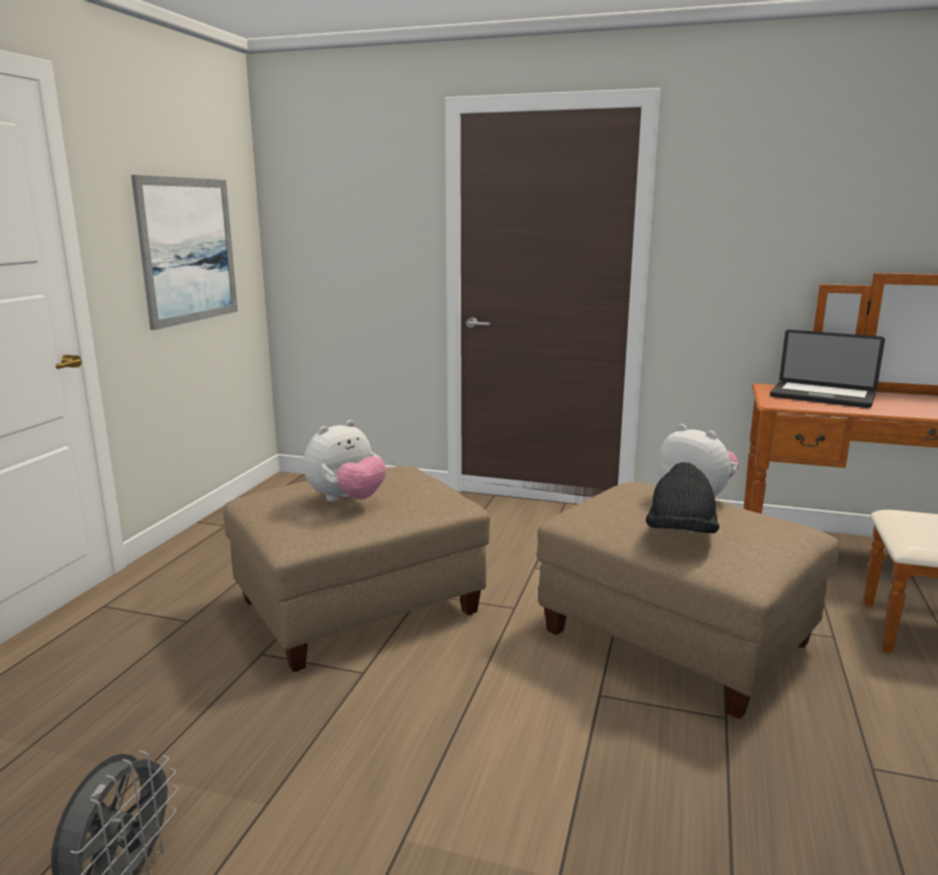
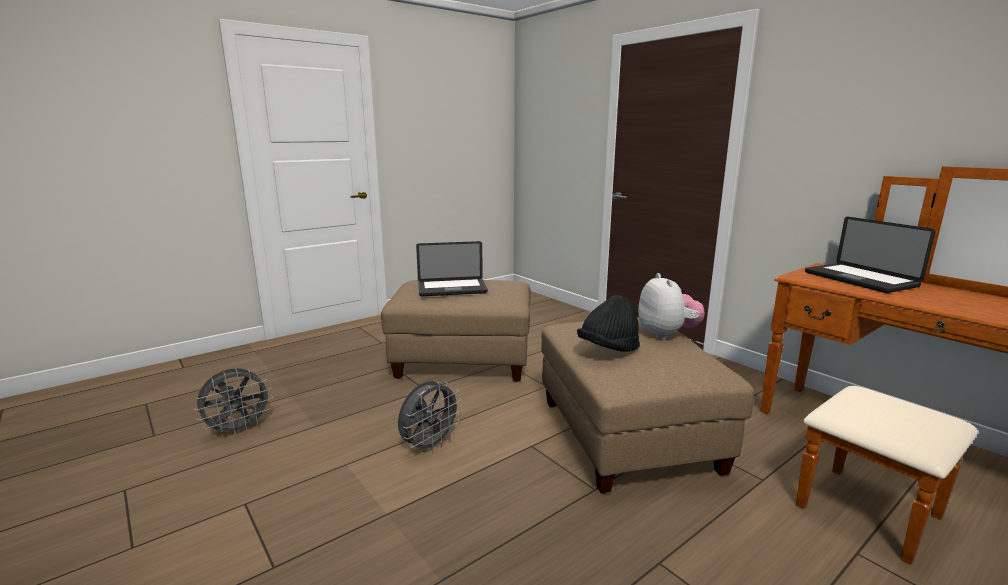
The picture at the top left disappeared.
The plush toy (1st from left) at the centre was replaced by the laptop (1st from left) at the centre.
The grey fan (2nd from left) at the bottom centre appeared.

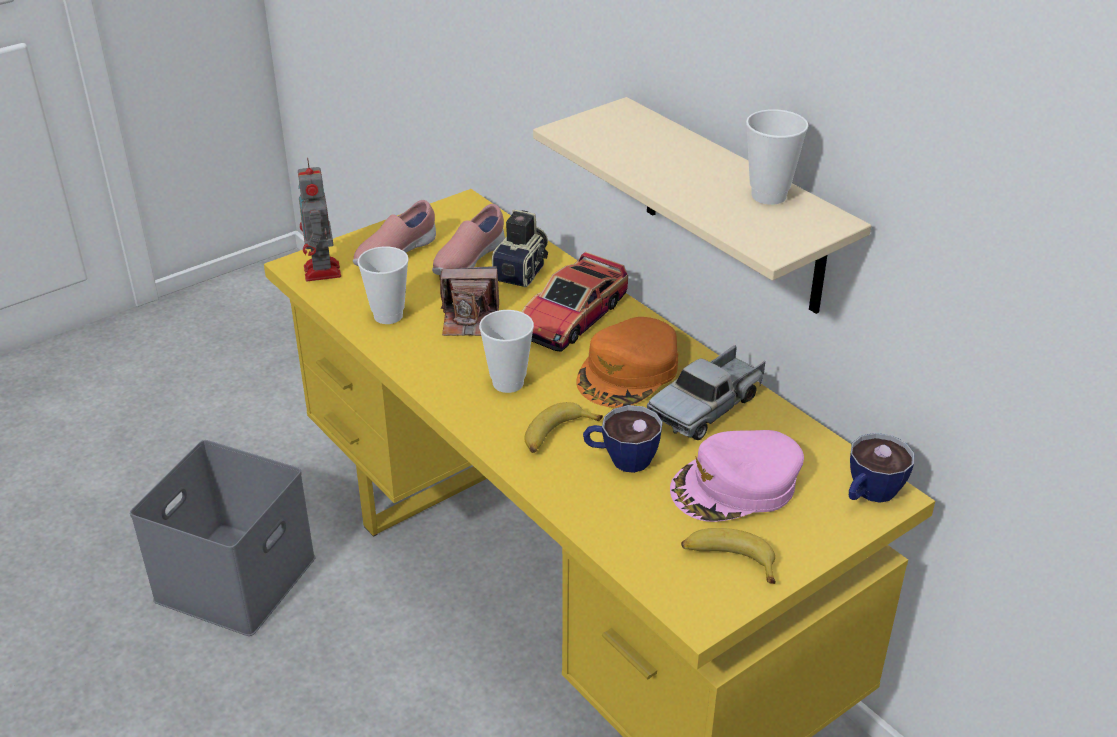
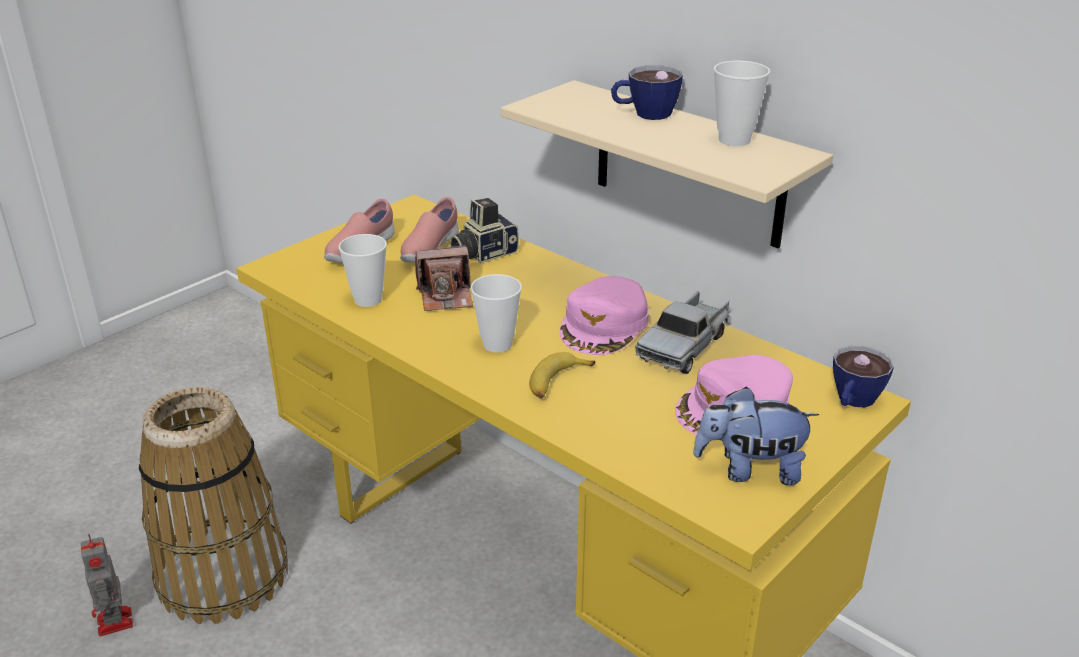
The grey storage box at the bottom left was replaced by the basket at the bottom left.
The toy robot moved from the top left to the bottom left.
The photo camera (2nd from left) at the centre turned 135 degrees counterclockwise.
The toy car at the centre disappeared.
The orange cap at the centre became the pink cap (1st from left) at the centre.
The cup (3rd from left) moved from the centre to the top centre.
The banana (2nd from left) at the bottom centre was replaced by the plush toy at the middle right.

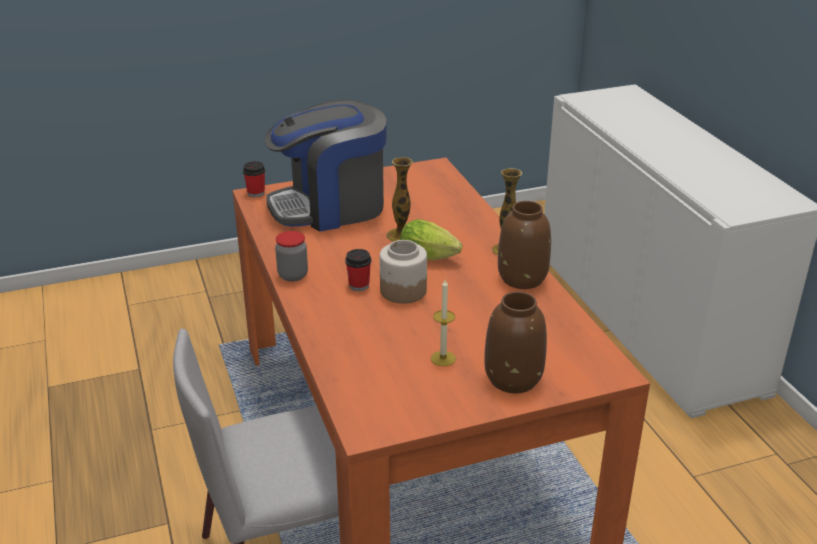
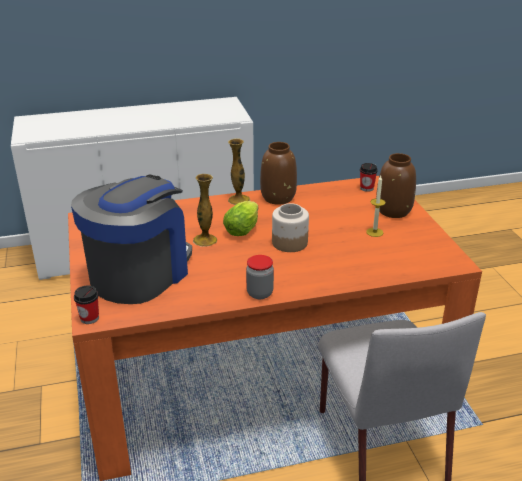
The coffee machine at the top centre turned 135 degrees counterclockwise.
The cup (2nd from left) moved from the centre to the middle right.

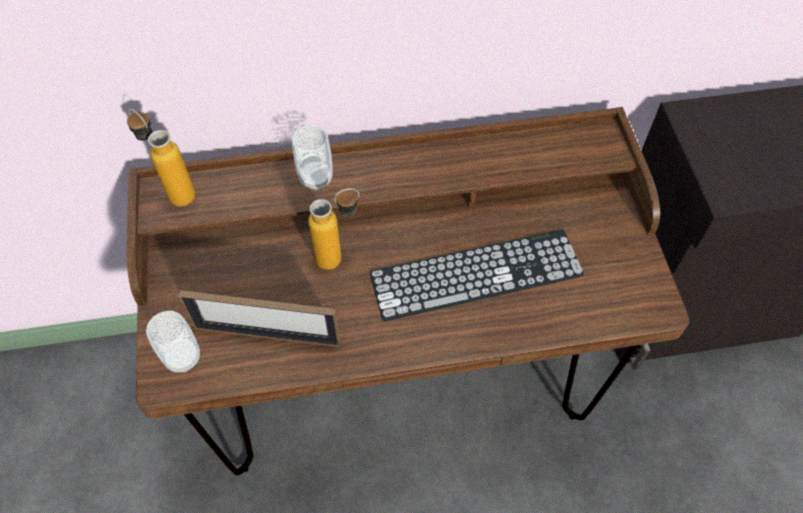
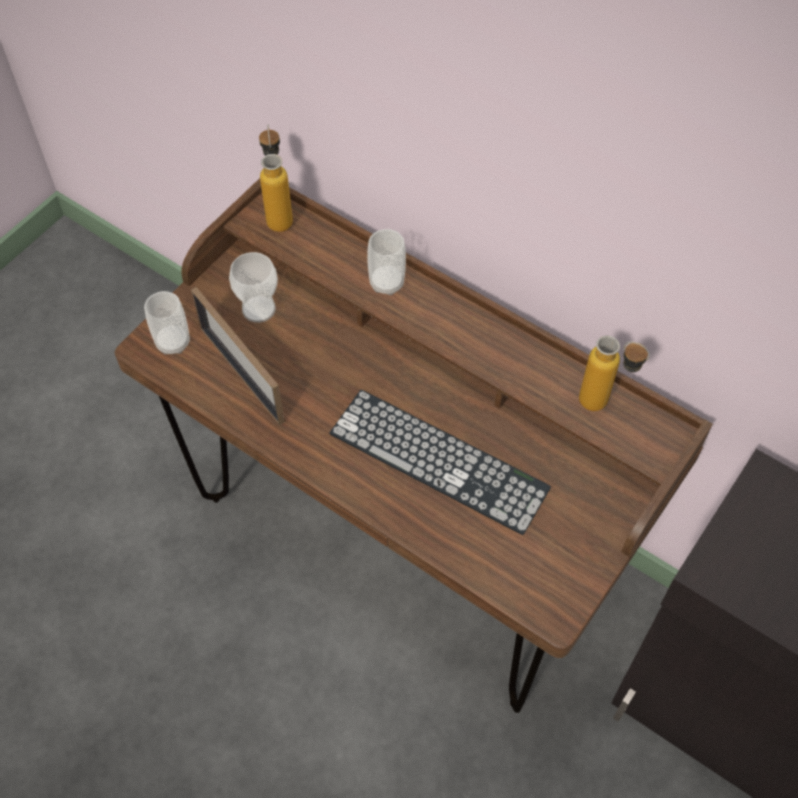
The bottle (2nd from left) moved from the centre to the middle right.
The cup (2nd from left) at the middle left appeared.

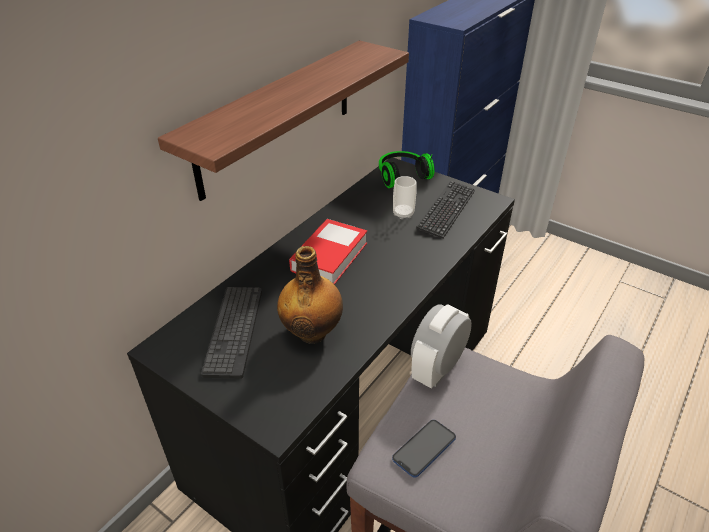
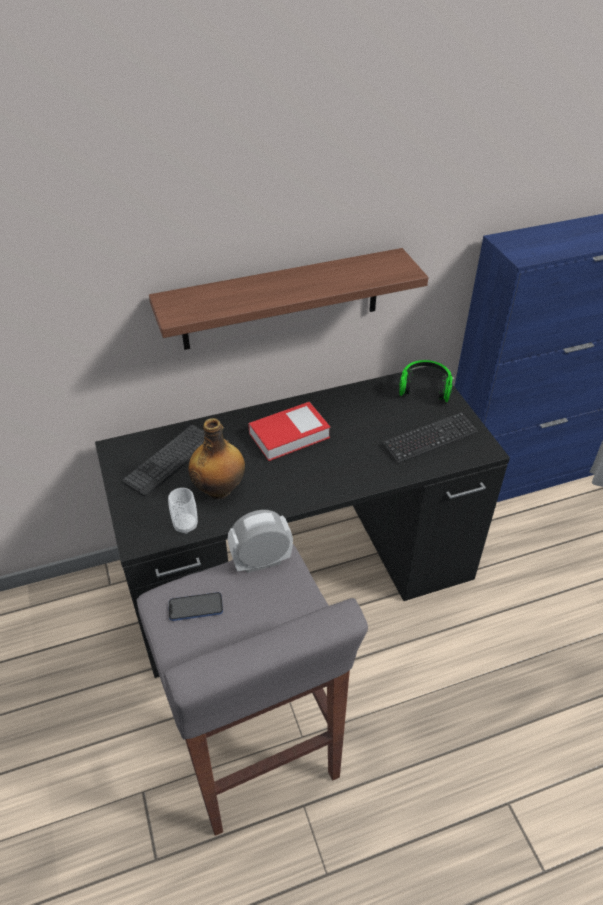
The cup moved from the centre to the middle left.

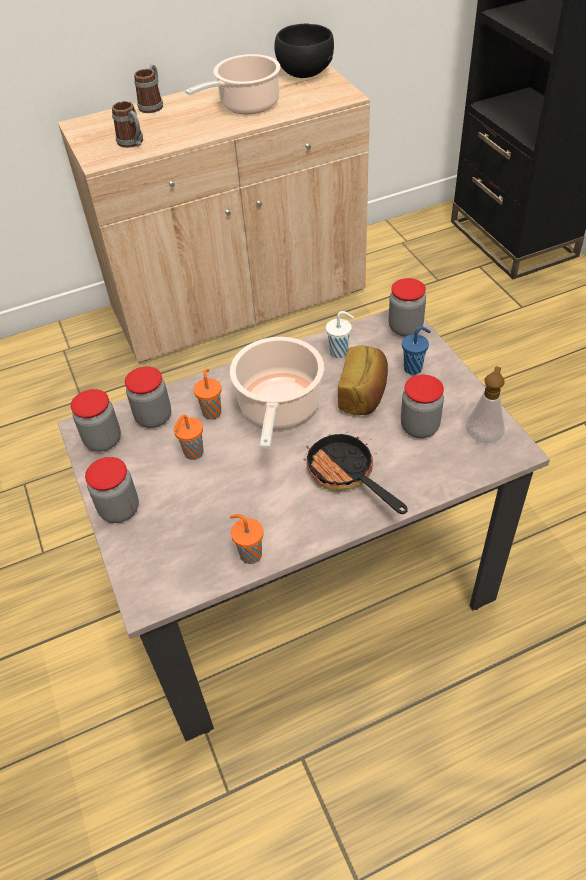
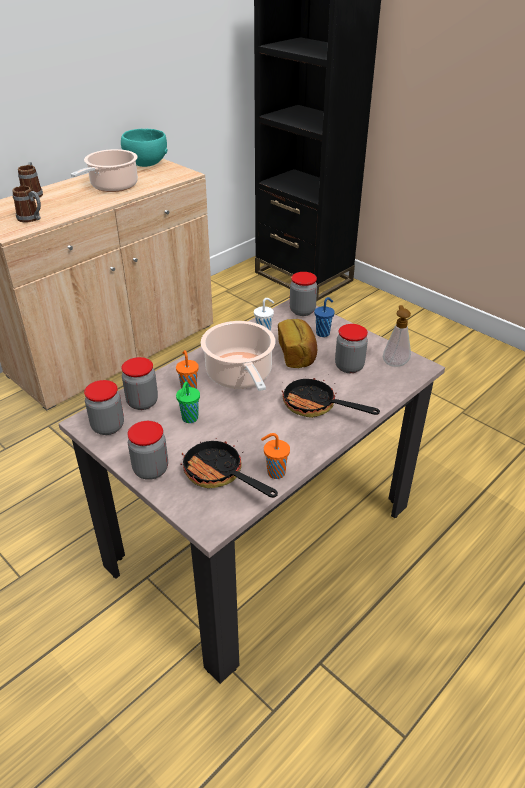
The orange cup (1st from left) at the middle left became the green cup at the centre.
The black bowl at the top centre became the turquoise bowl at the top left.
The frying pan (1st from left) at the centre appeared.

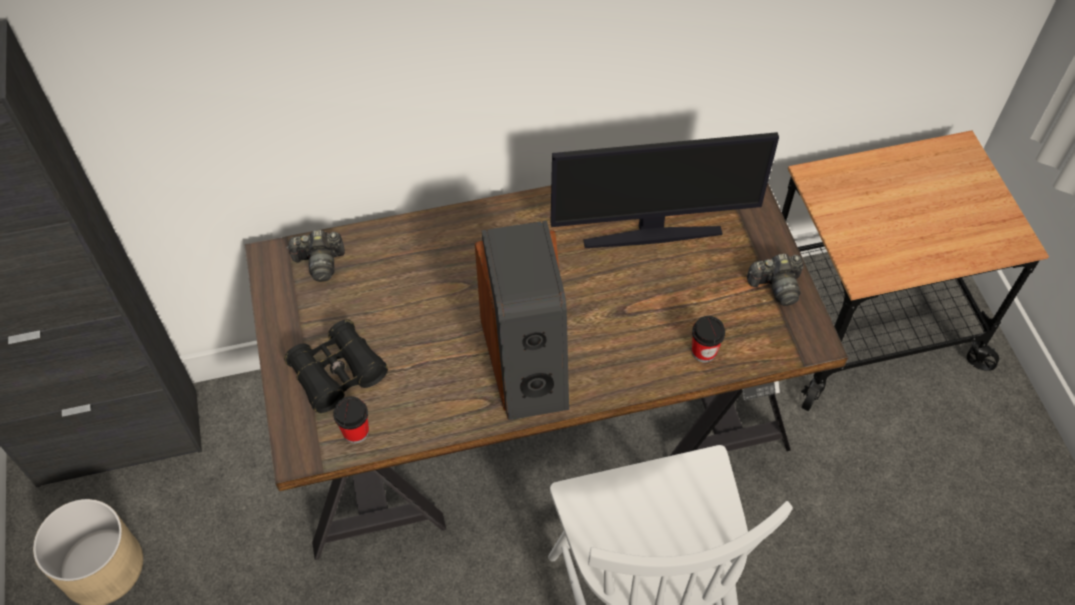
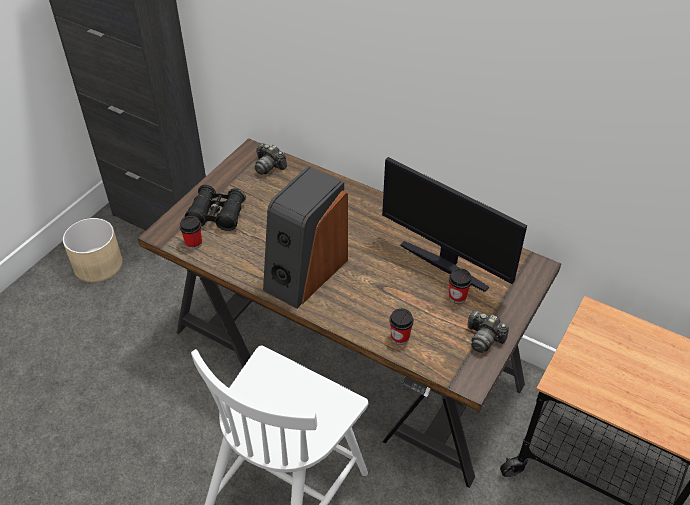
The cup (3rd from left) at the middle right appeared.

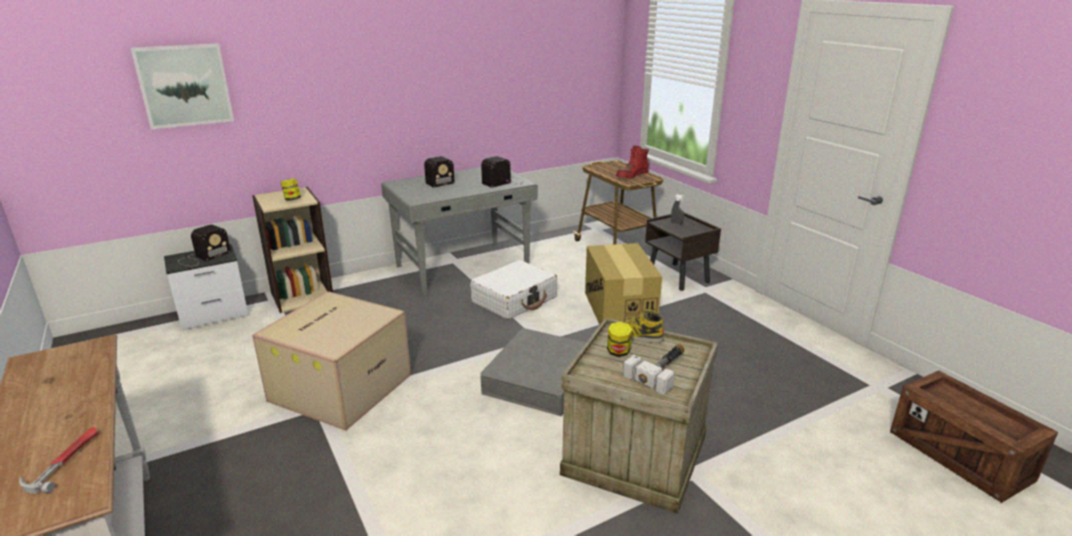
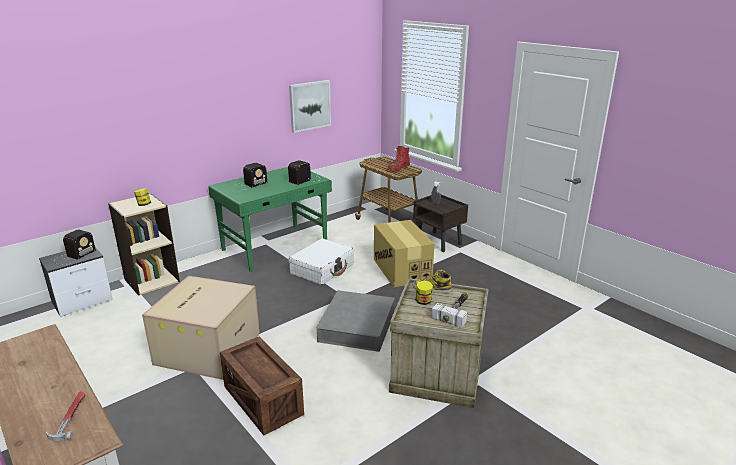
The picture moved from the top left to the top centre.
The grey desk at the centre became the green desk at the centre.
The crate (2nd from left in the first image) moved from the bottom right to the bottom centre.

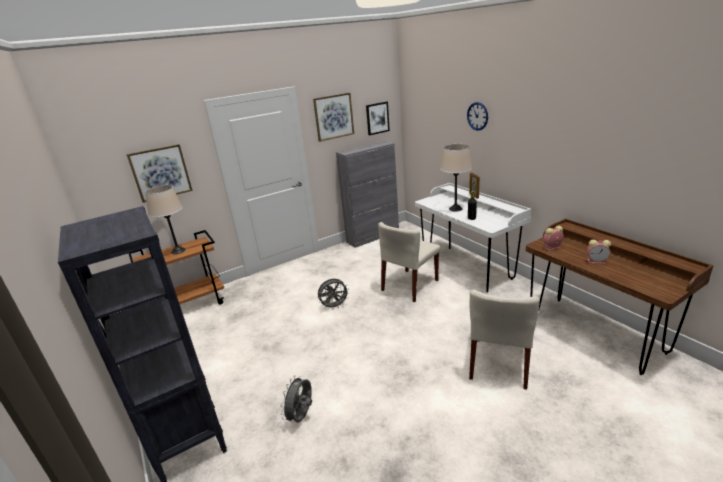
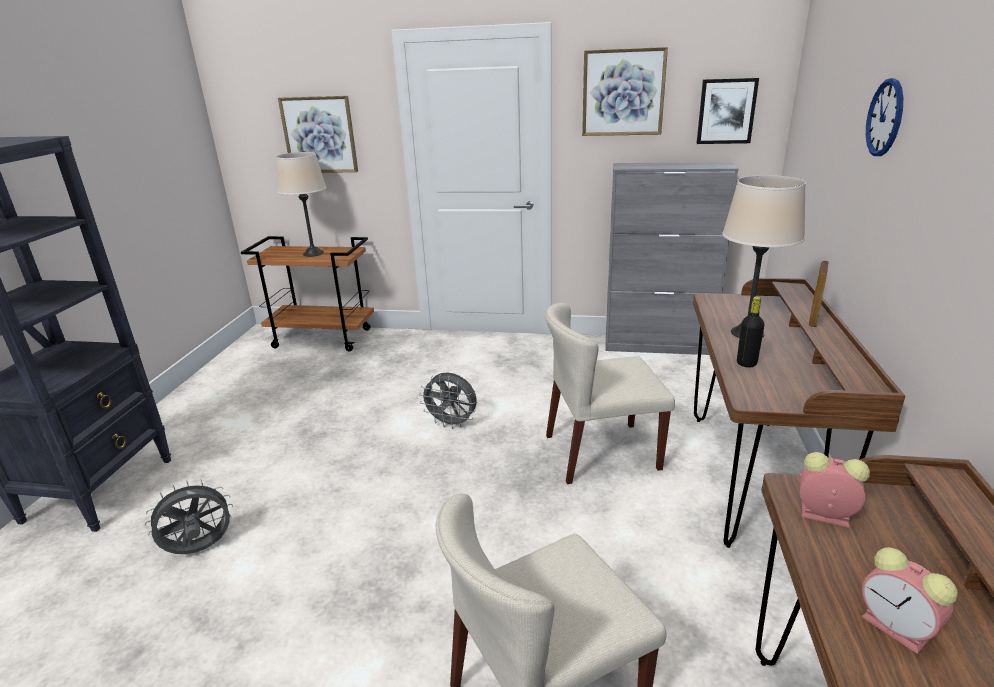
The white desk at the centre became the brown desk (1st from left) at the middle right.

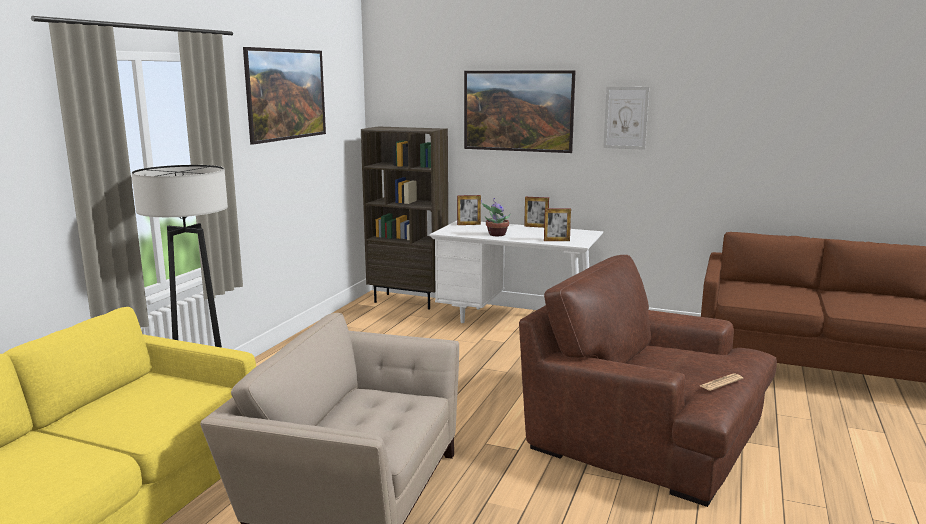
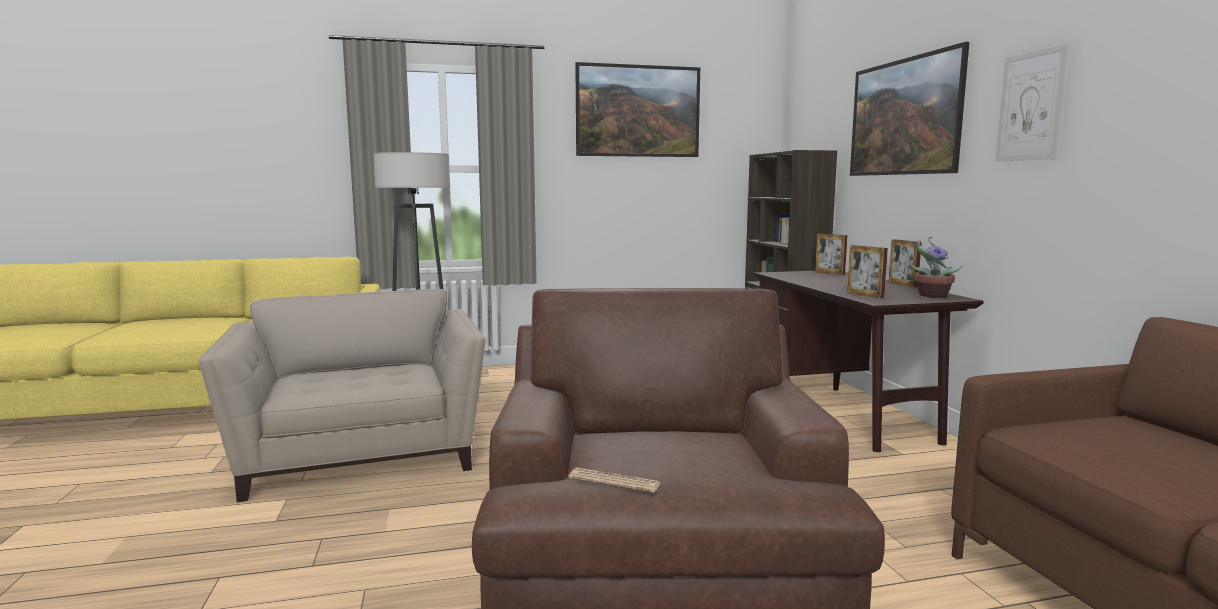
The white desk at the centre became the brown desk at the middle right.
The potted plant moved from the centre to the middle right.

